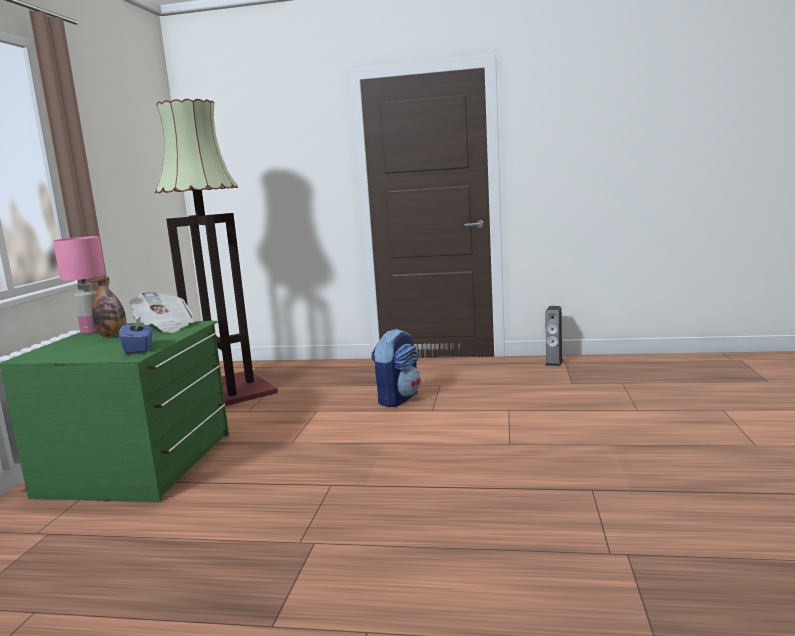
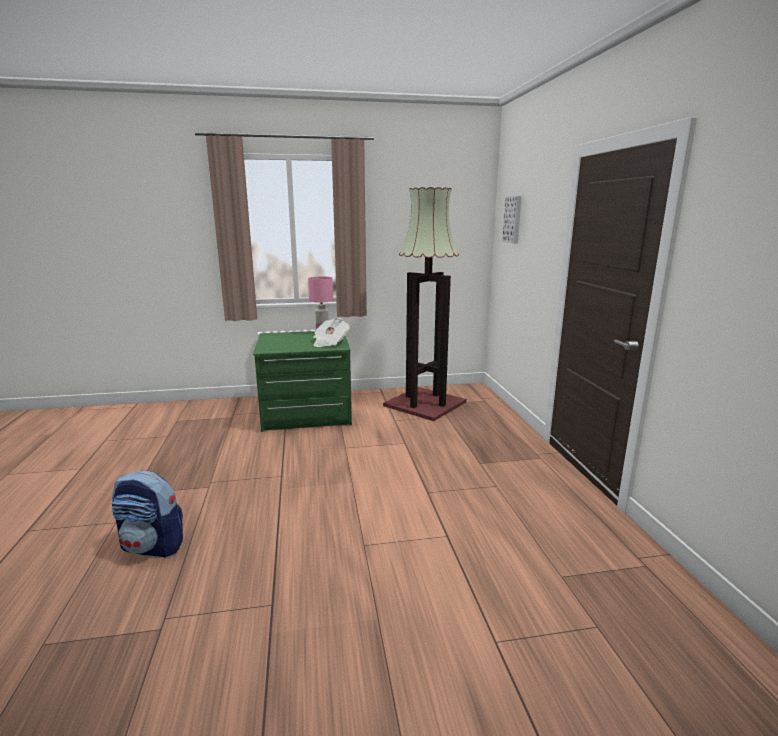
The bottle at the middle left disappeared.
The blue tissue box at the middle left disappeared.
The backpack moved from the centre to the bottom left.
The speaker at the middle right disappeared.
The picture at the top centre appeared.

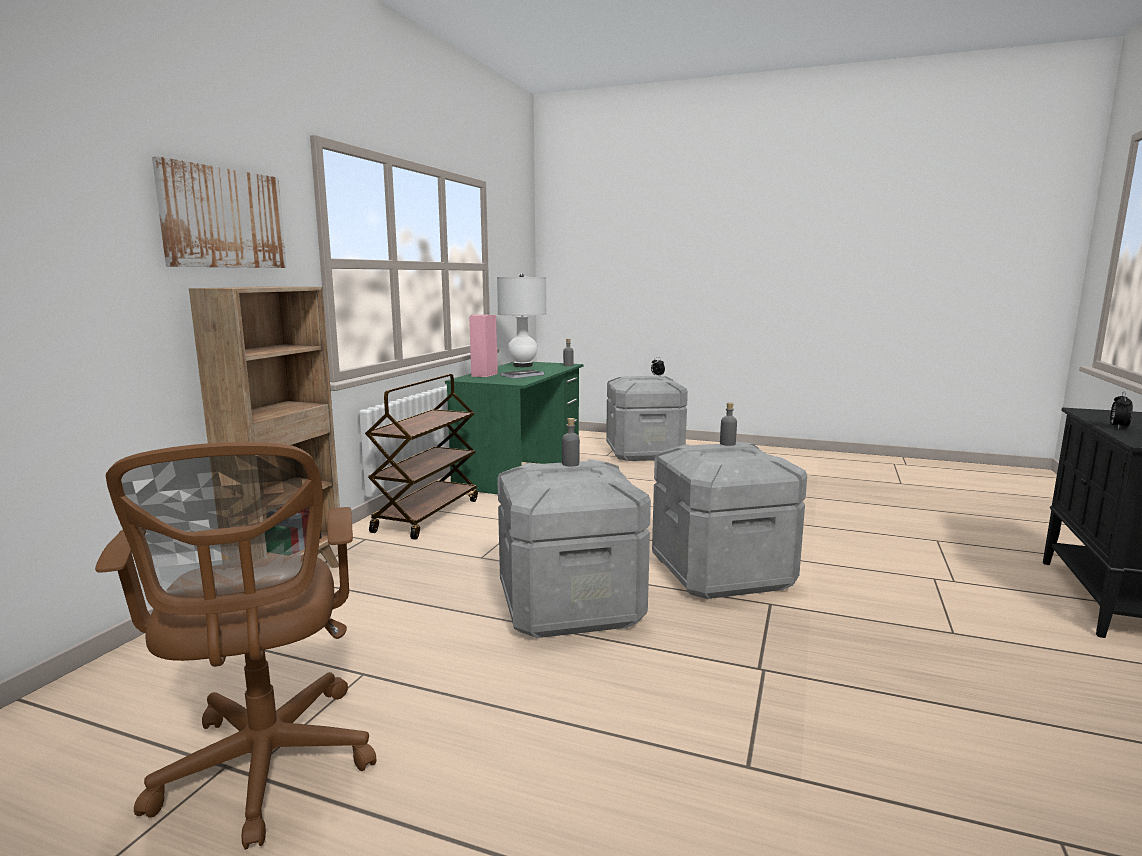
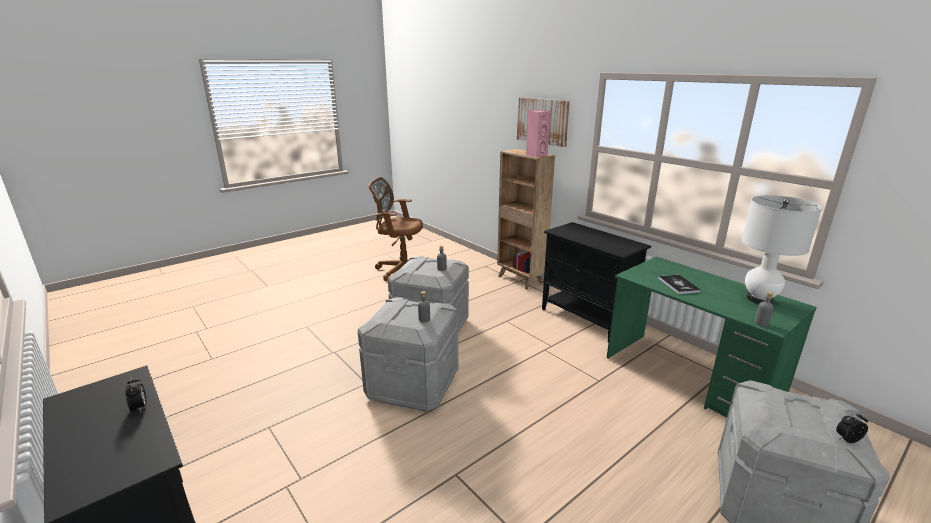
The brown cart at the centre was replaced by the black cabinet (2nd from left) at the centre.
The pink speaker moved from the centre to the top centre.

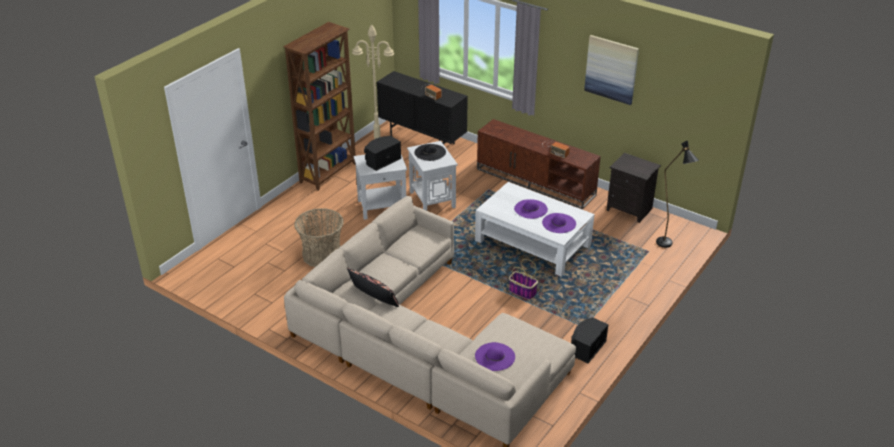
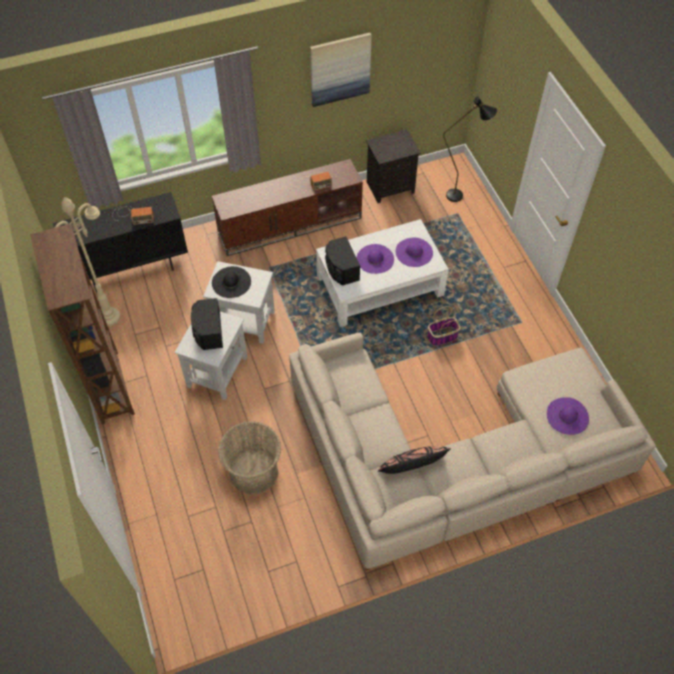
The black speaker (2nd from left) moved from the bottom centre to the centre.

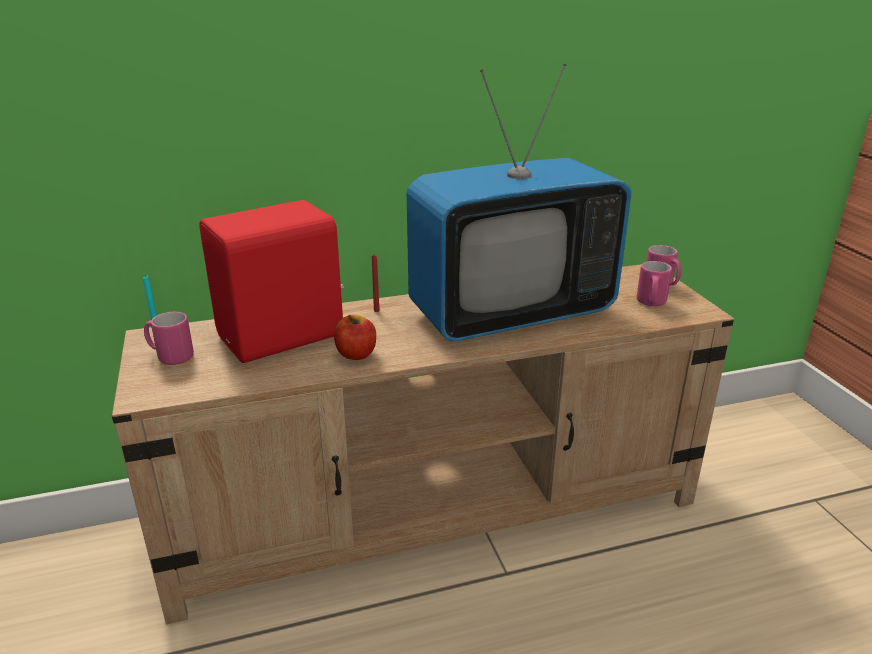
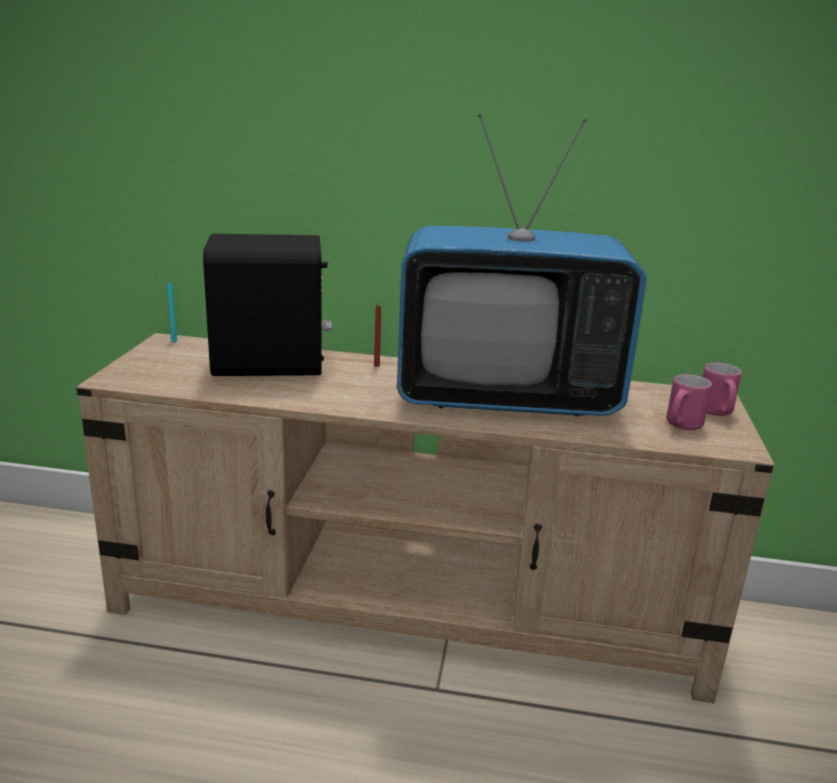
The pink mug (1st from left) at the middle left disappeared.
The red speaker at the middle left became the black speaker at the middle left.
The apple at the centre disappeared.

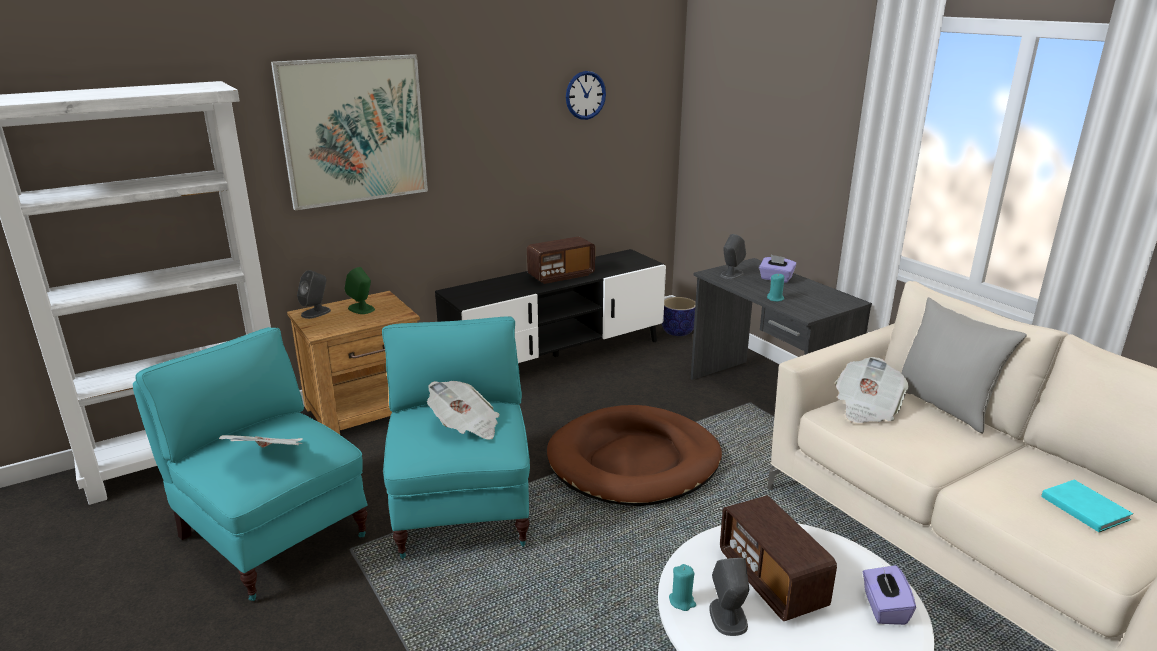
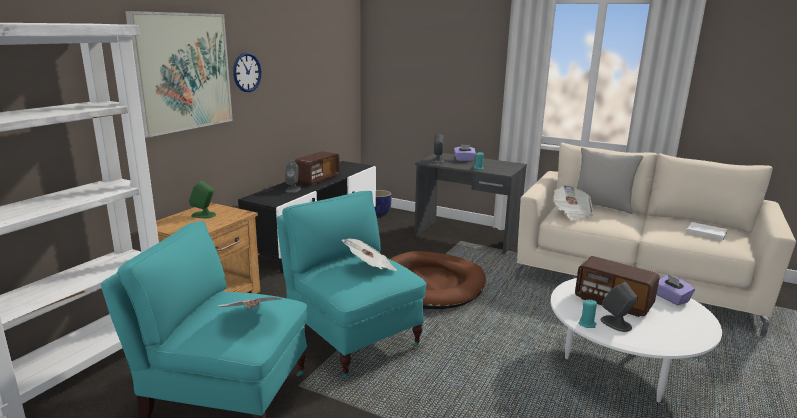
The grey speaker (1st from left) moved from the middle left to the centre.
The wall clock moved from the top centre to the top left.
The turquoise book at the bottom right became the white book at the middle right.

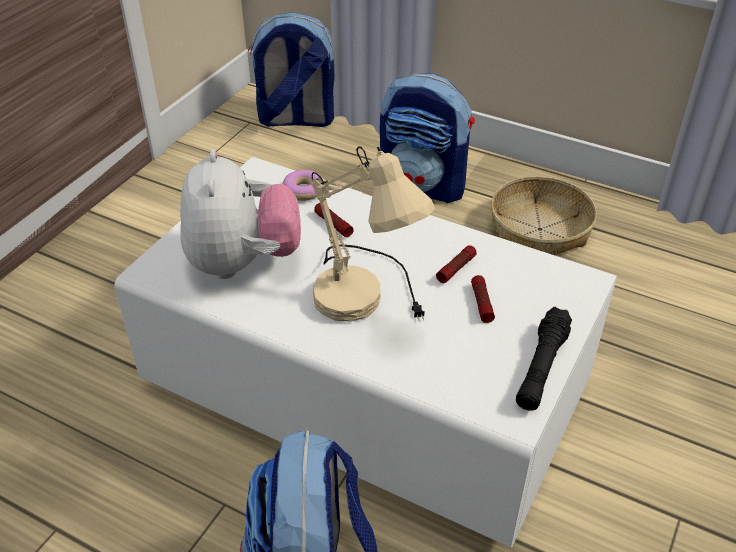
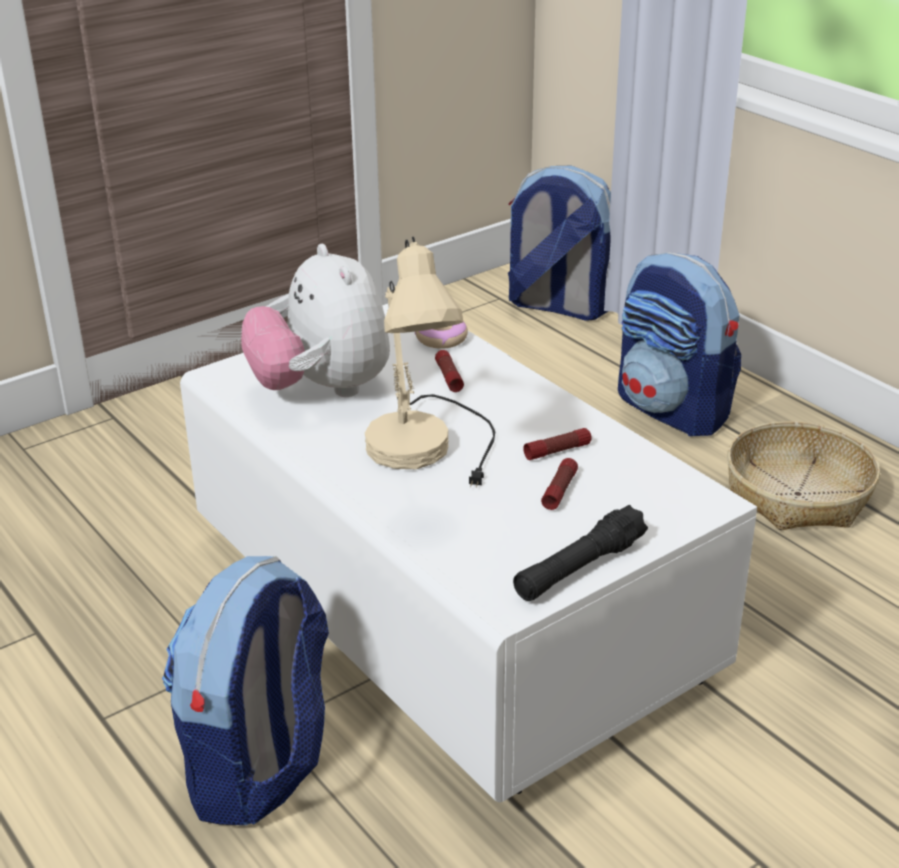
The plush toy at the middle left turned 135 degrees clockwise.

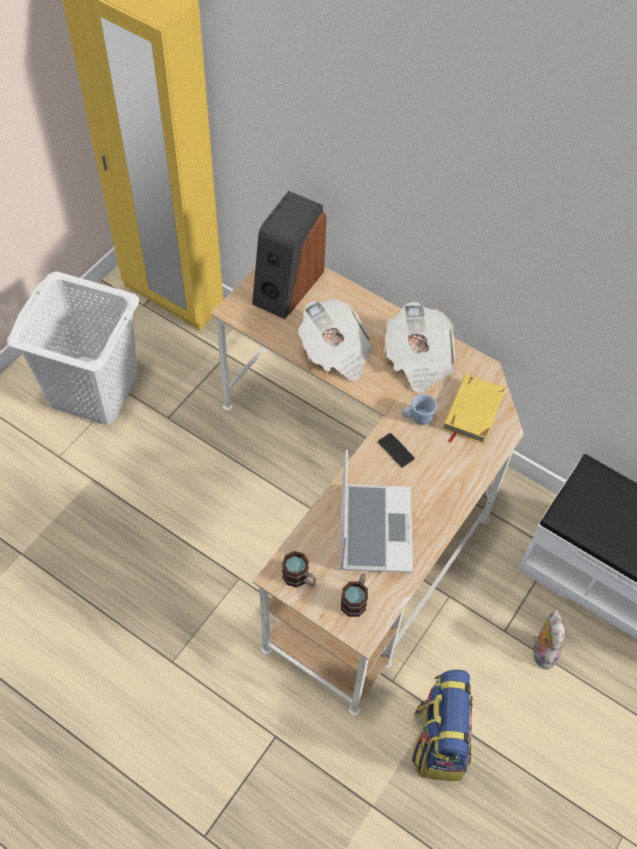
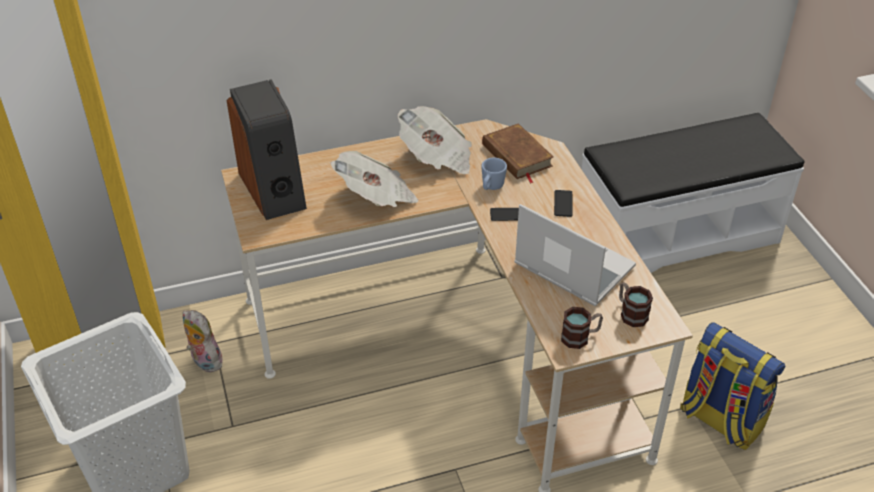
The yellow book at the middle right became the brown book at the top centre.
The plush toy moved from the bottom right to the bottom left.
The phone (2nd from left) at the centre appeared.

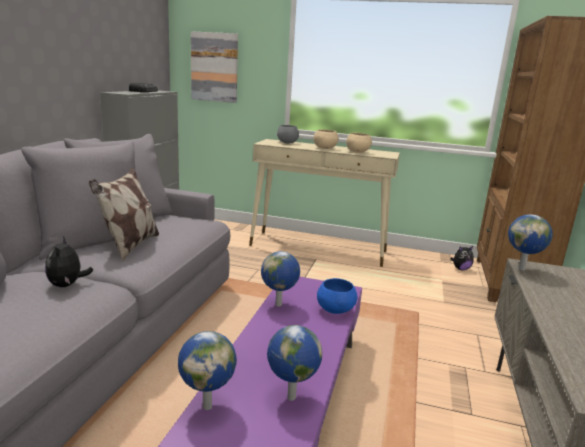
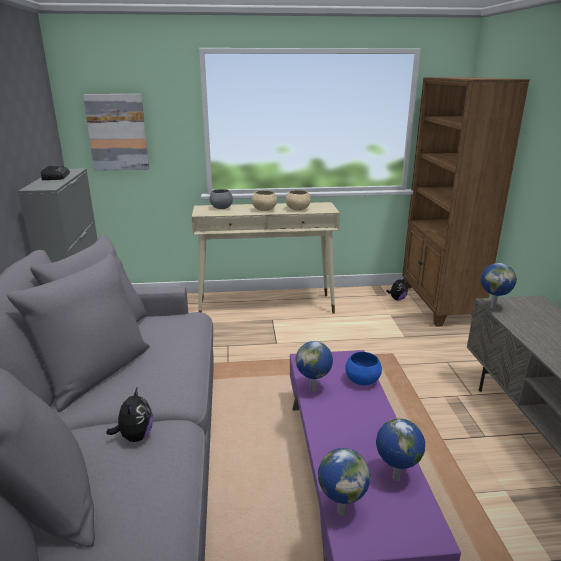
The plush toy (1st from left) at the middle left turned 150 degrees counterclockwise.
The pillow at the middle left disappeared.

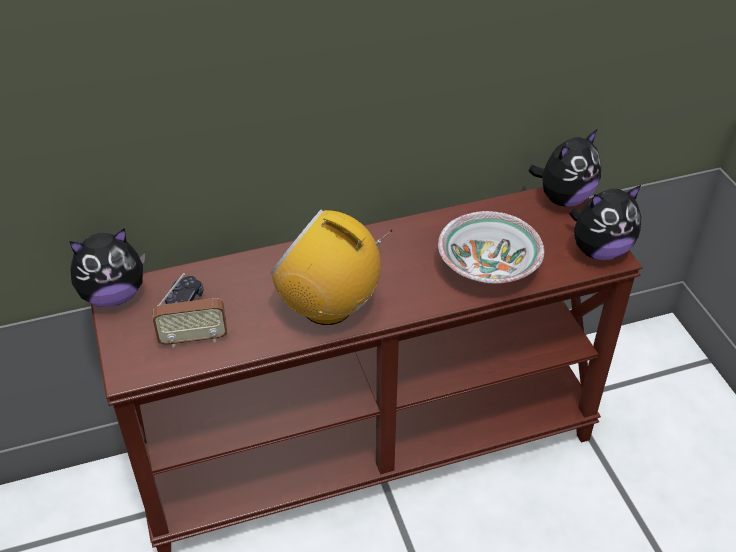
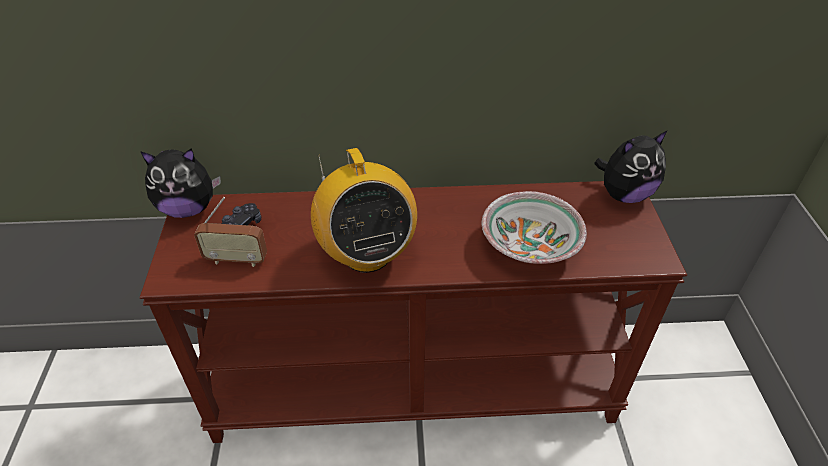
The radio (2nd from left) at the centre turned 150 degrees counterclockwise.
The plush toy (3rd from left) at the middle right disappeared.

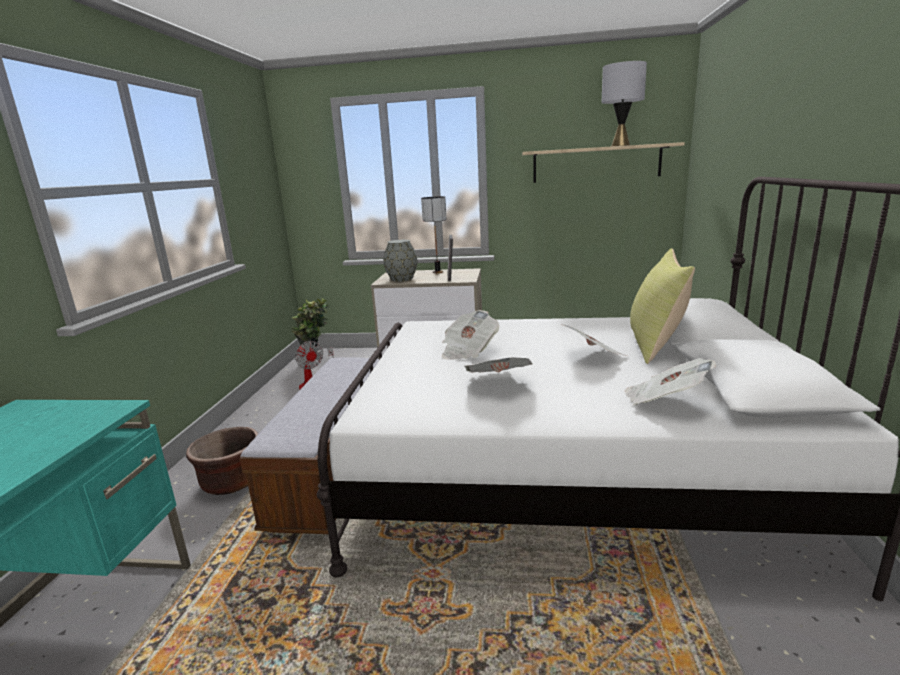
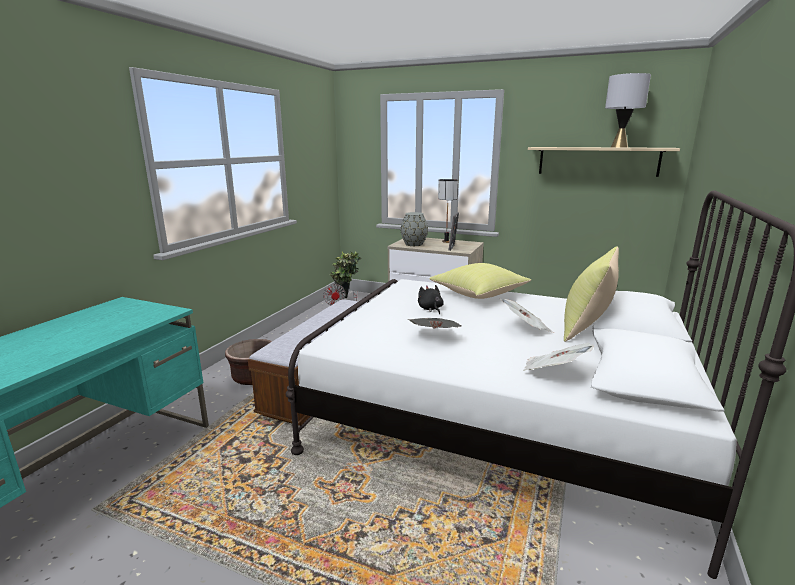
The newspaper (1st from left) at the centre was replaced by the black plush toy at the centre.
The yellow pillow (1st from left) at the centre appeared.

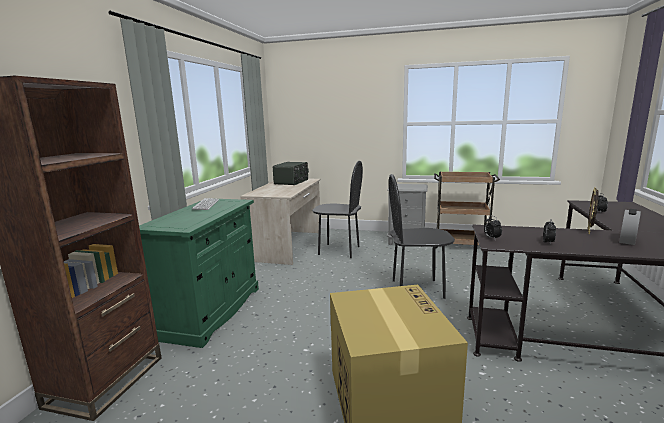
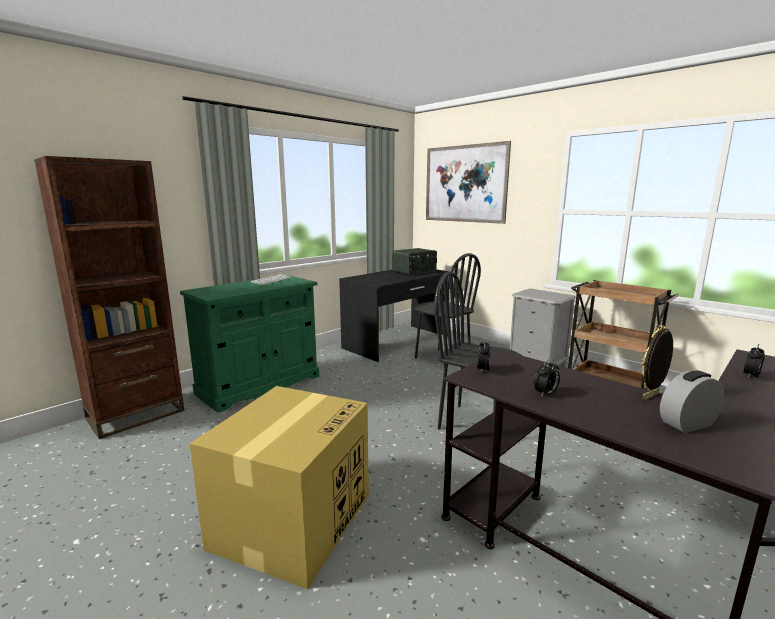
The beige desk at the centre became the black desk (1st from left) at the centre.
The picture at the top centre appeared.

